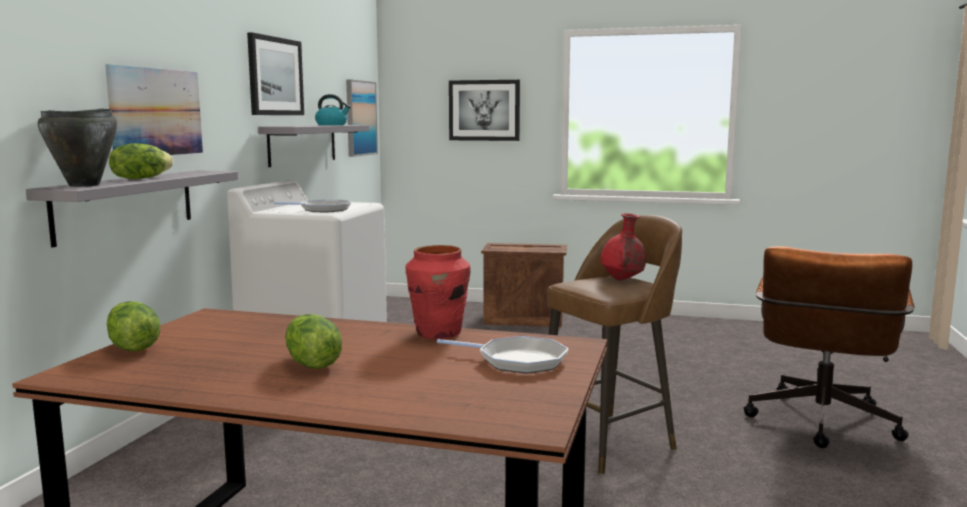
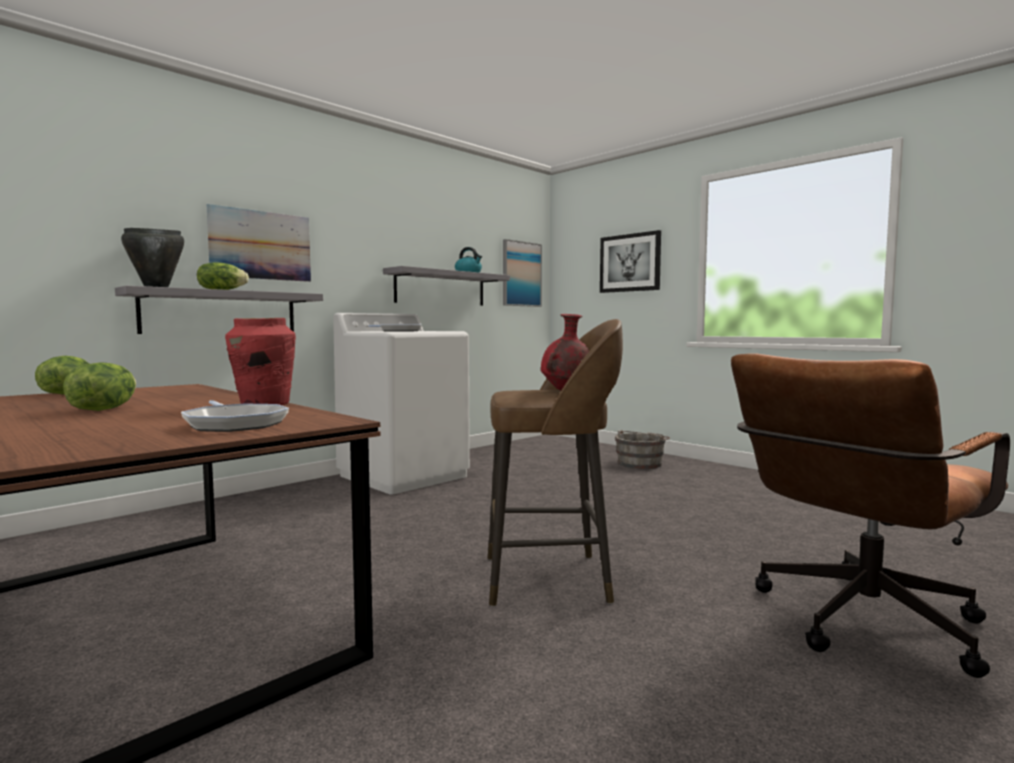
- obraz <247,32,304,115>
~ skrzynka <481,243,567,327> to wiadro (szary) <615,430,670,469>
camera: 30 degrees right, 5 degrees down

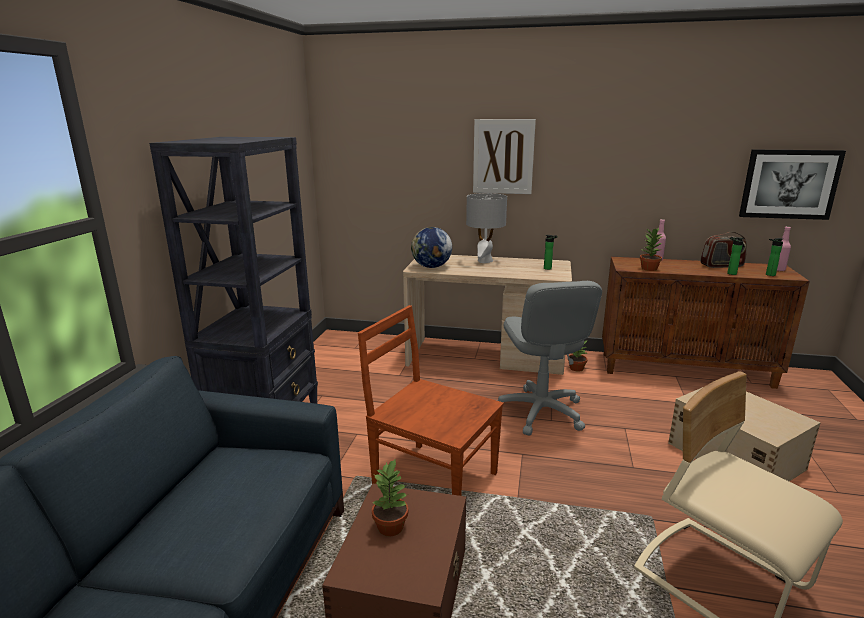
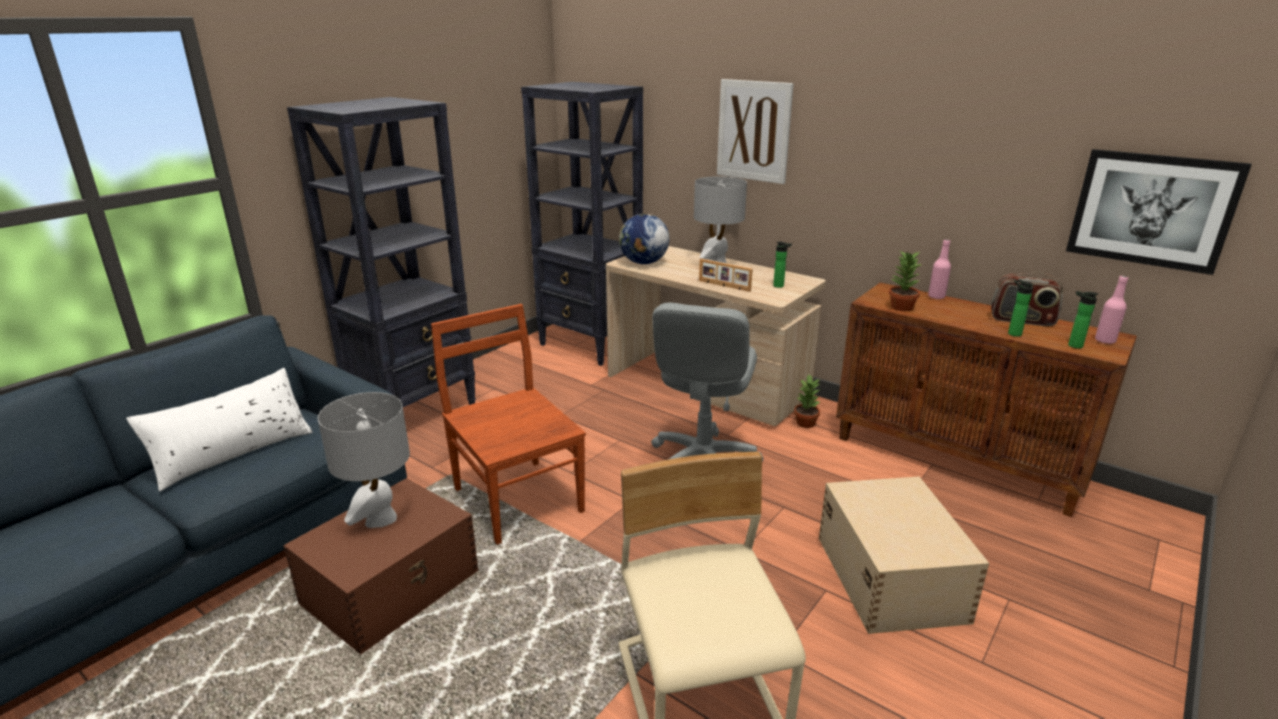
~ roślina doniczkowa <372,458,408,536> to lampa stołowa (szary) <318,392,410,528>
+ poduszka (biały) <126,368,313,492>
+ regał (czarny) <521,82,643,366>
+ ramka na zdjęcie <699,259,753,292>
camera: 25 degrees right, 5 degrees up

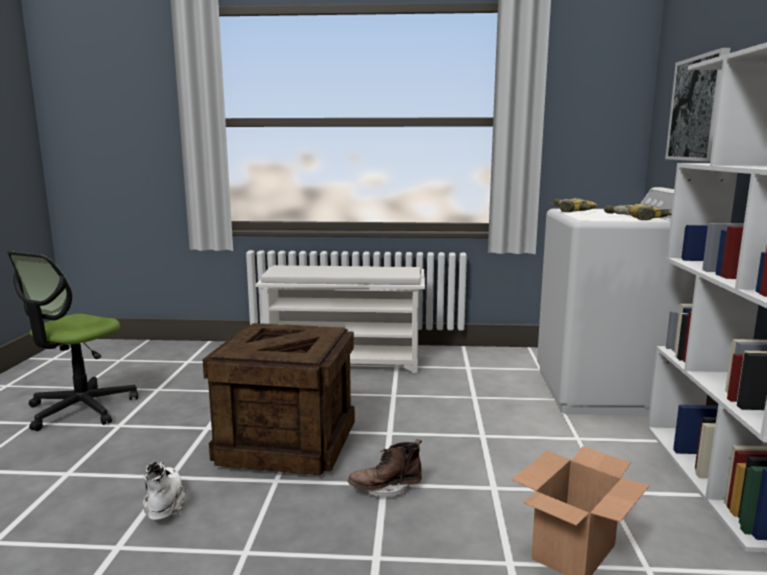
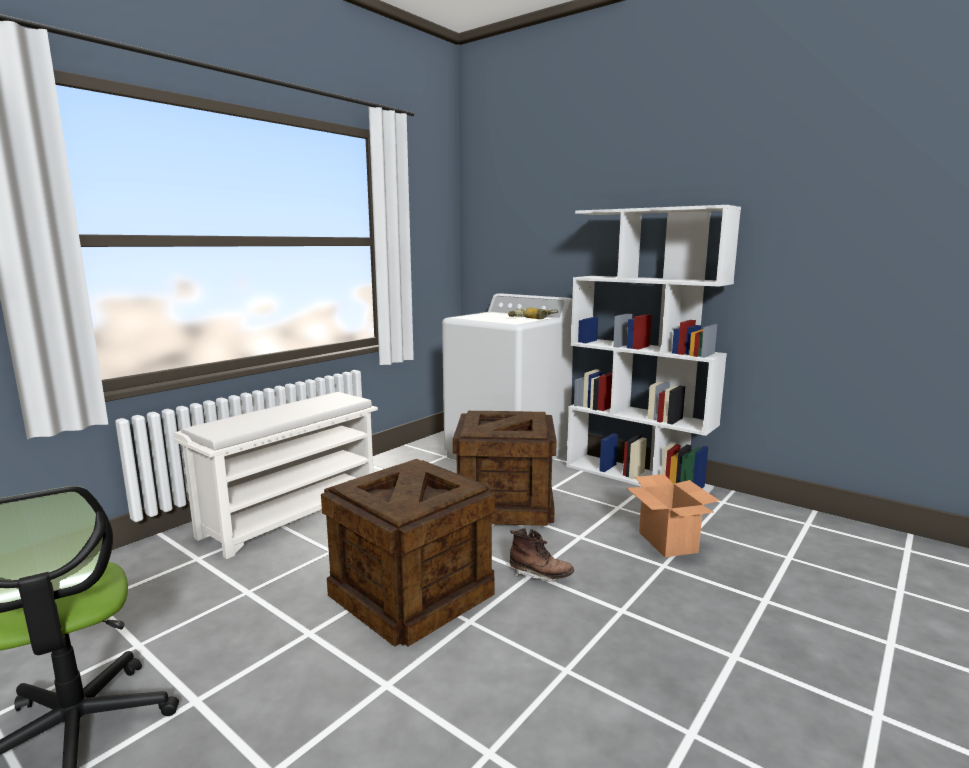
- but z cholewką (biały) <143,462,186,520>
~ but z cholewką (brązowy) <348,439,422,497> = <510,528,574,582> 90 degrees counterclockwise
- wiertarka <547,198,597,212>
- obraz <665,48,731,162>
+ skrzynka <453,411,557,526>
camera: 55 degrees left, 0 degrees up

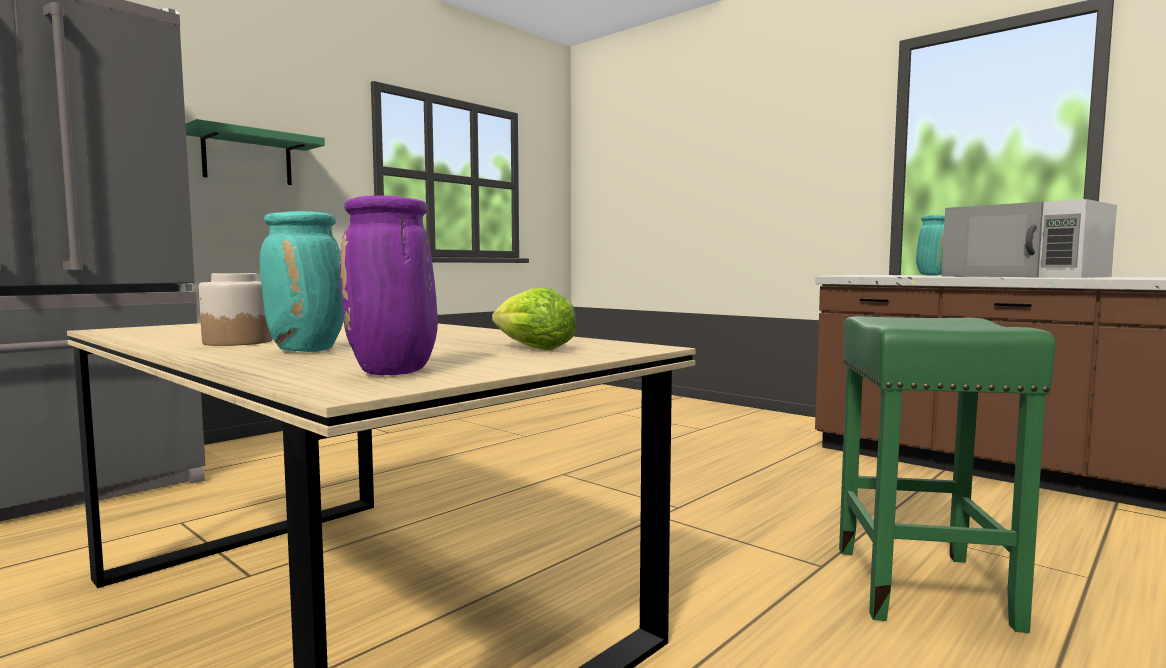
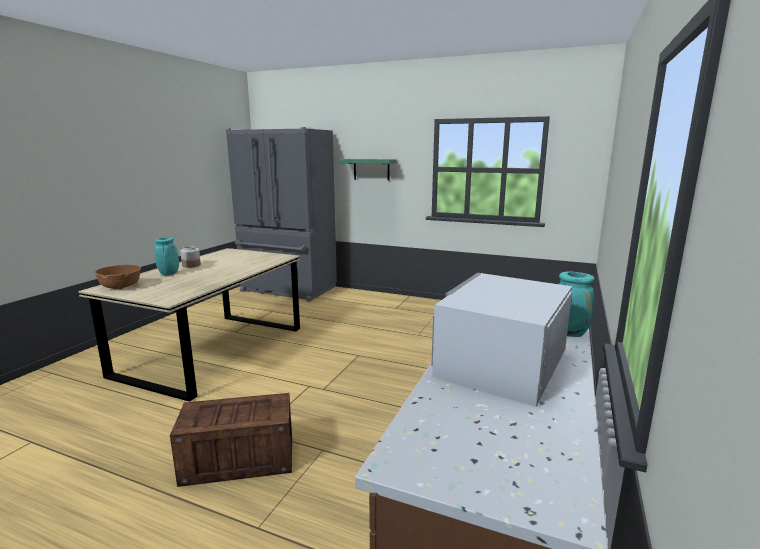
~ wazon (fioletowy) <340,195,438,375> to miska (brązowy) <94,265,141,290>
- sałata <492,288,576,350>
~ stołek (zielony) <839,316,1056,633> to skrzynka <170,393,292,487>
camera: 70 degrees right, 10 degrees up

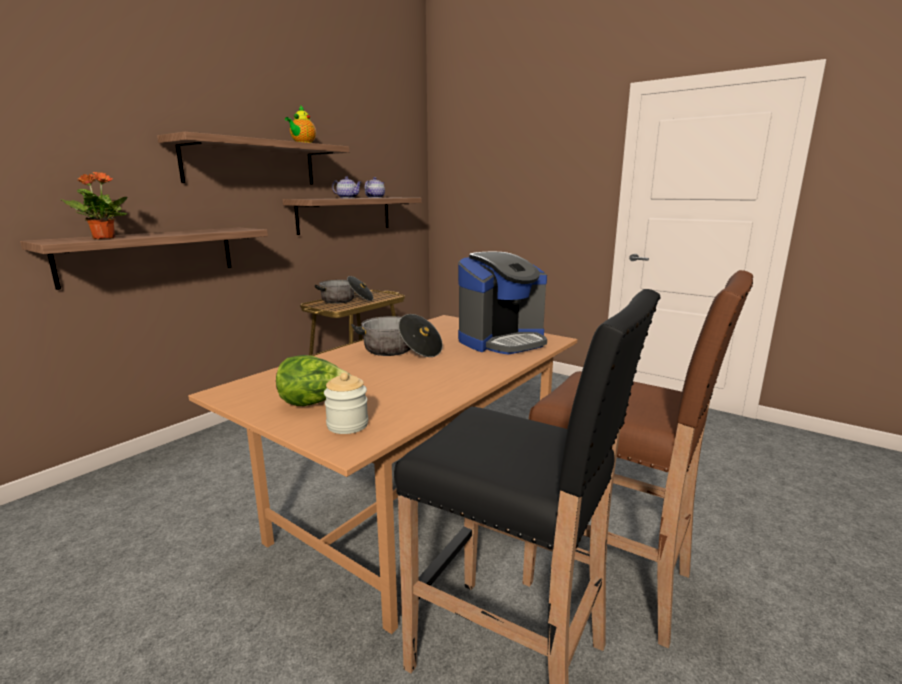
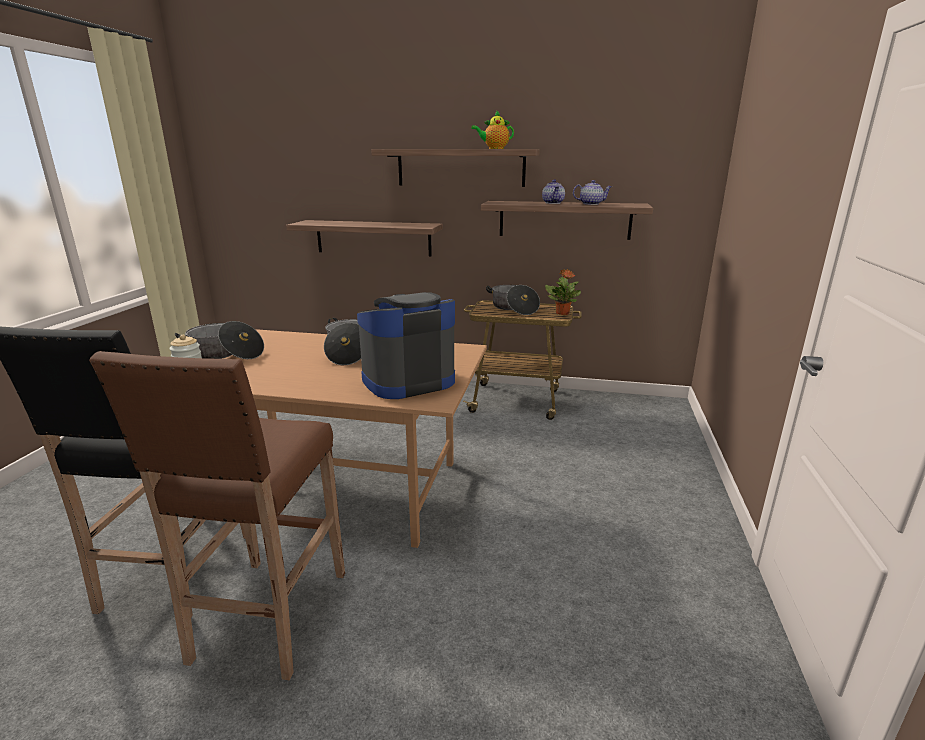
~ roślina doniczkowa <61,172,127,239> to <545,269,581,315>
~ sałata <276,355,351,406> to garnek <175,321,264,359>
~ ekspres do kawy <458,252,547,355> = <357,292,455,399> 120 degrees clockwise
camera: 65 degrees right, 5 degrees up

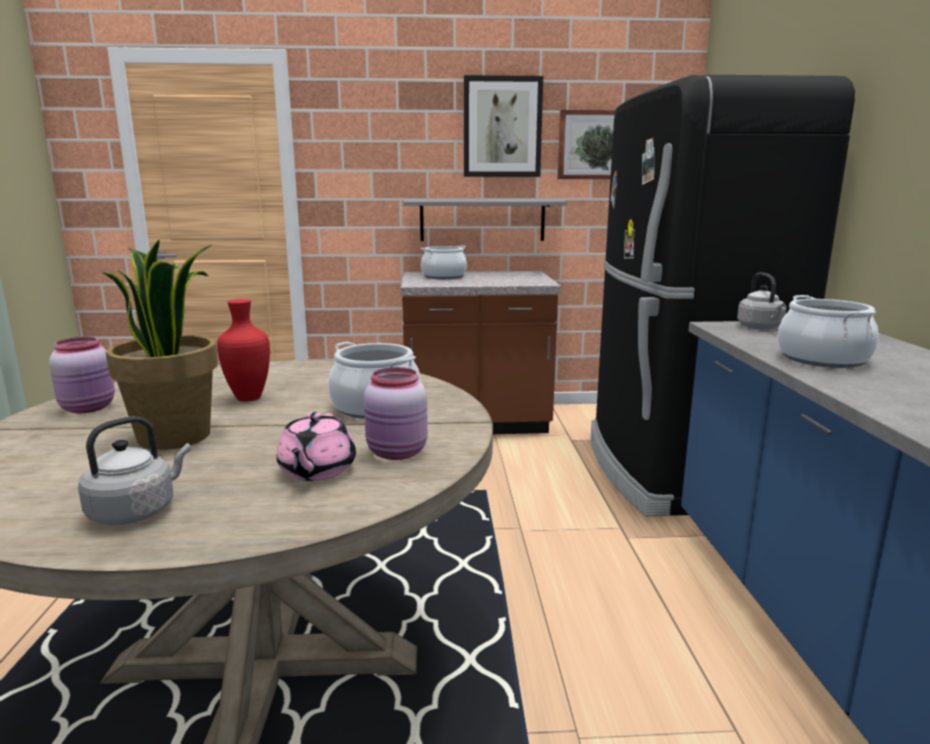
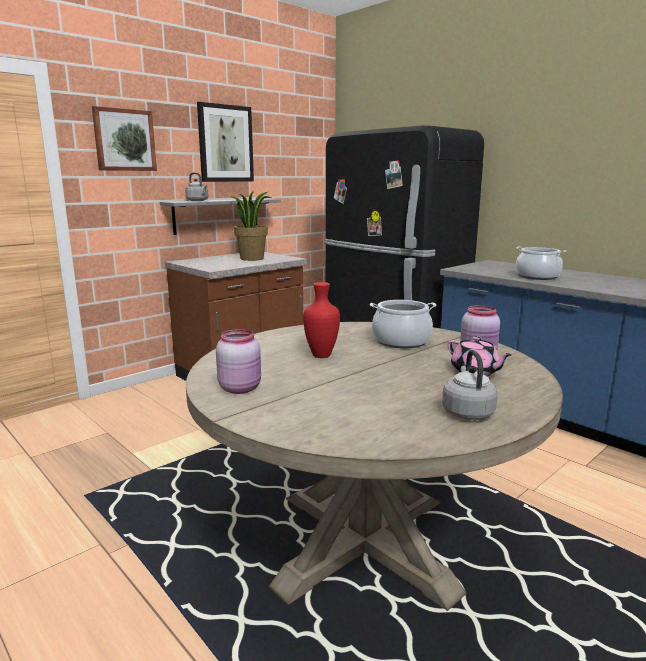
~ roślina doniczkowa <103,240,218,450> to <230,190,271,261>
- garnek <420,245,467,279>
~ obraz <558,110,615,179> to <92,106,157,171>
~ czajnik (szary) <737,272,786,329> to <185,172,208,201>
camera: 40 degrees left, 0 degrees up

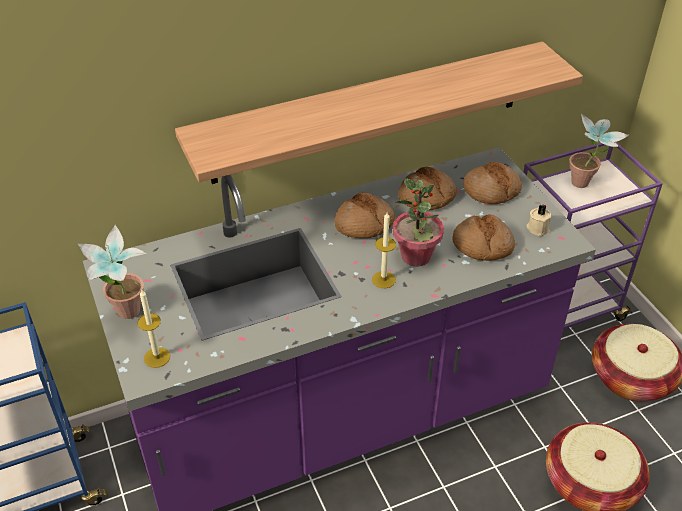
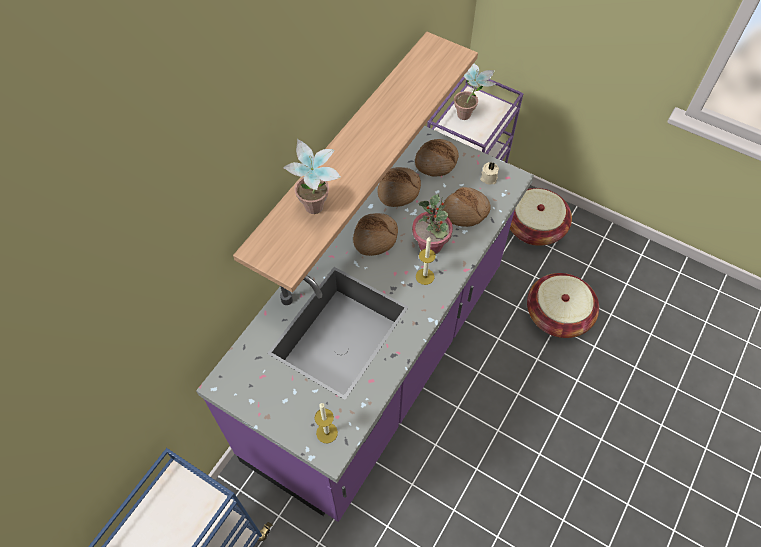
~ roślina doniczkowa <78,225,146,319> to <283,139,341,214>
camera: 35 degrees left, 15 degrees up

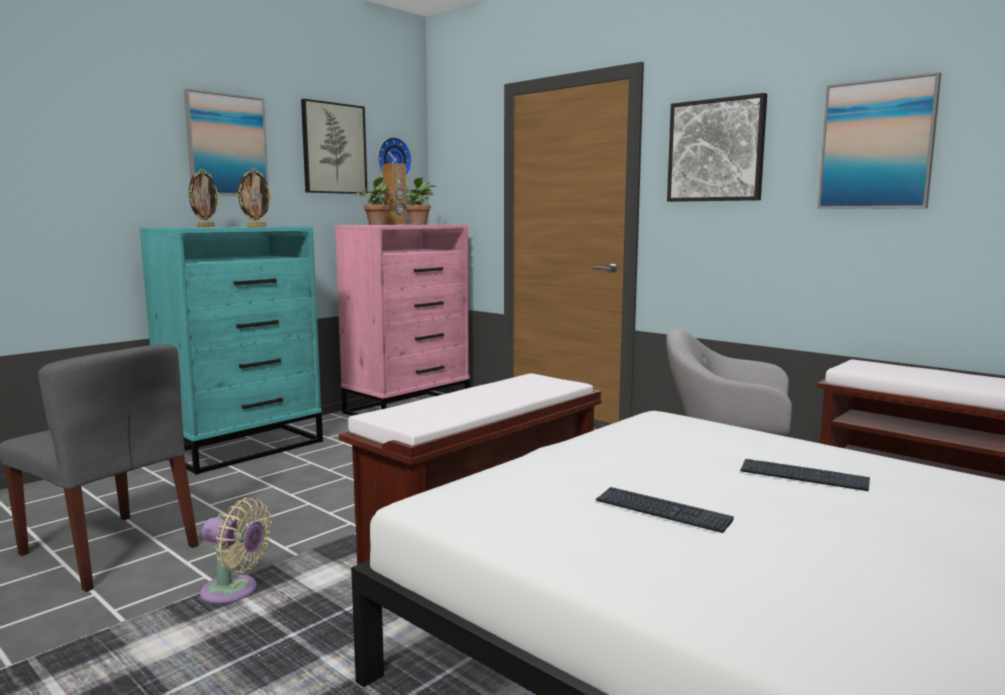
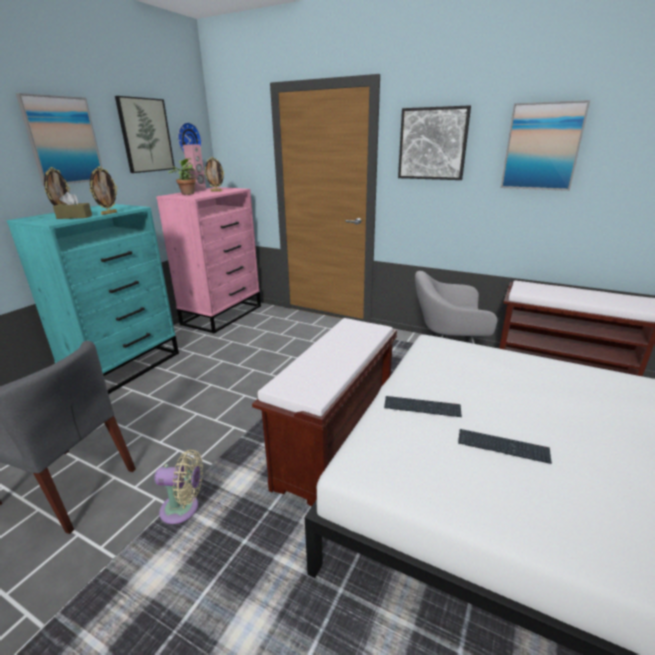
~ głośnik (brązowy) <383,163,407,225> to głośnik (różowy) <183,144,206,192>
~ roślina doniczkowa <397,177,436,225> to ramka na zdjęcie <204,157,224,191>
~ klawiatura <740,459,870,491> to <384,396,462,417>
+ pudełko chusteczek (brązowy) <53,192,92,219>
camera: 15 degrees left, 15 degrees up

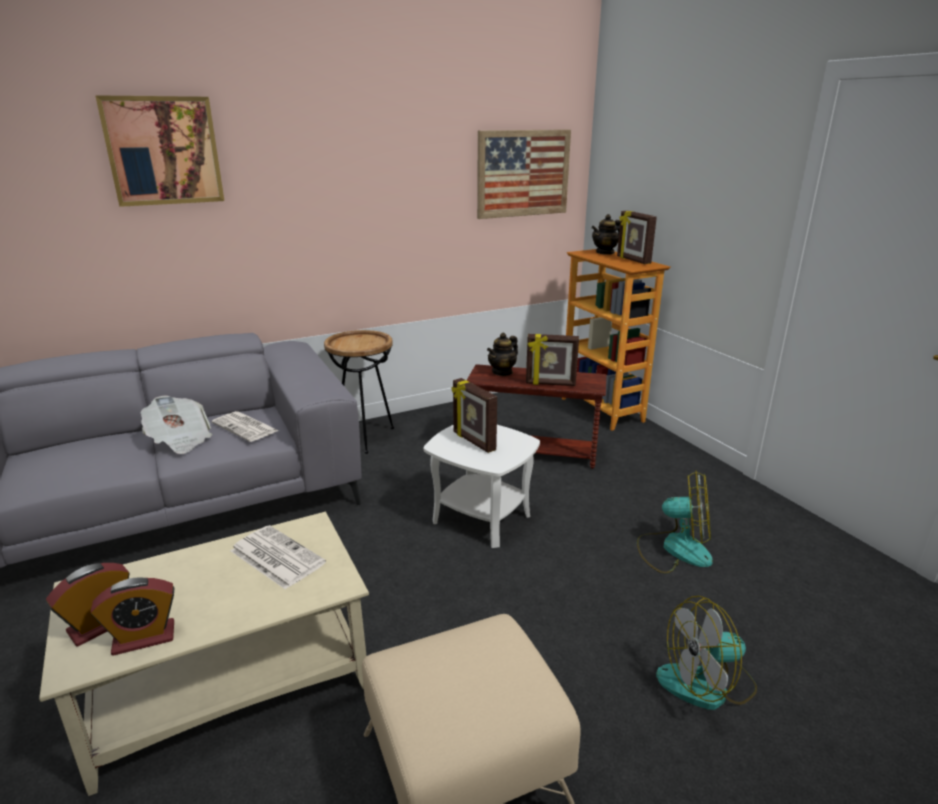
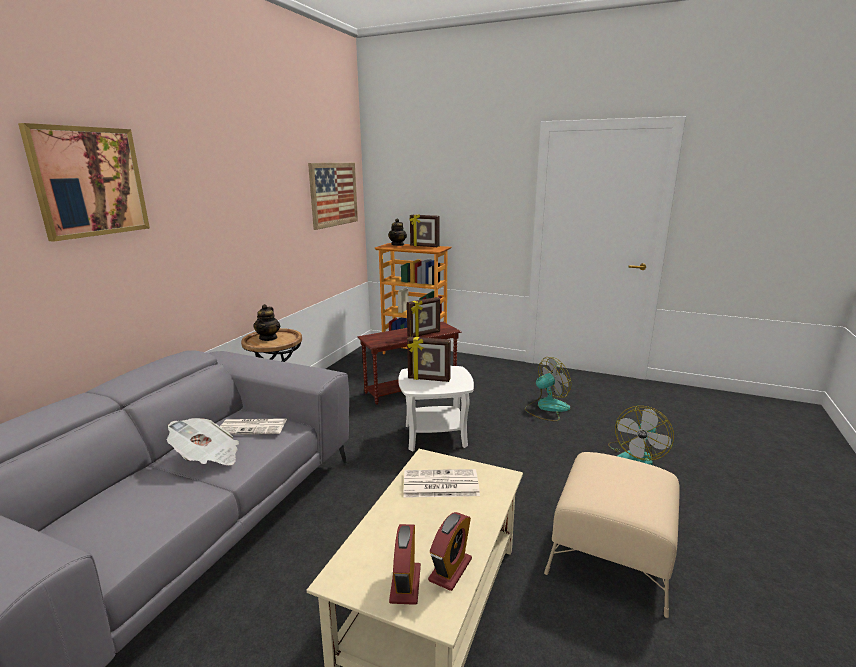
~ imbryk <487,332,518,376> to <253,304,280,341>
camera: 40 degrees left, 5 degrees down

